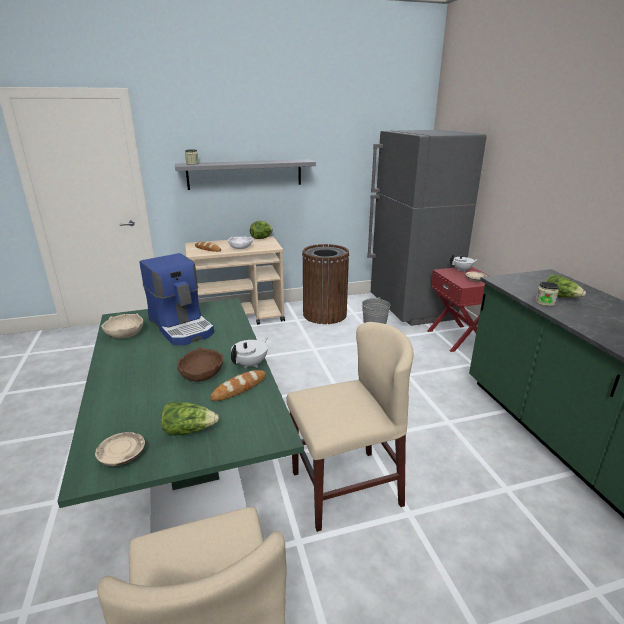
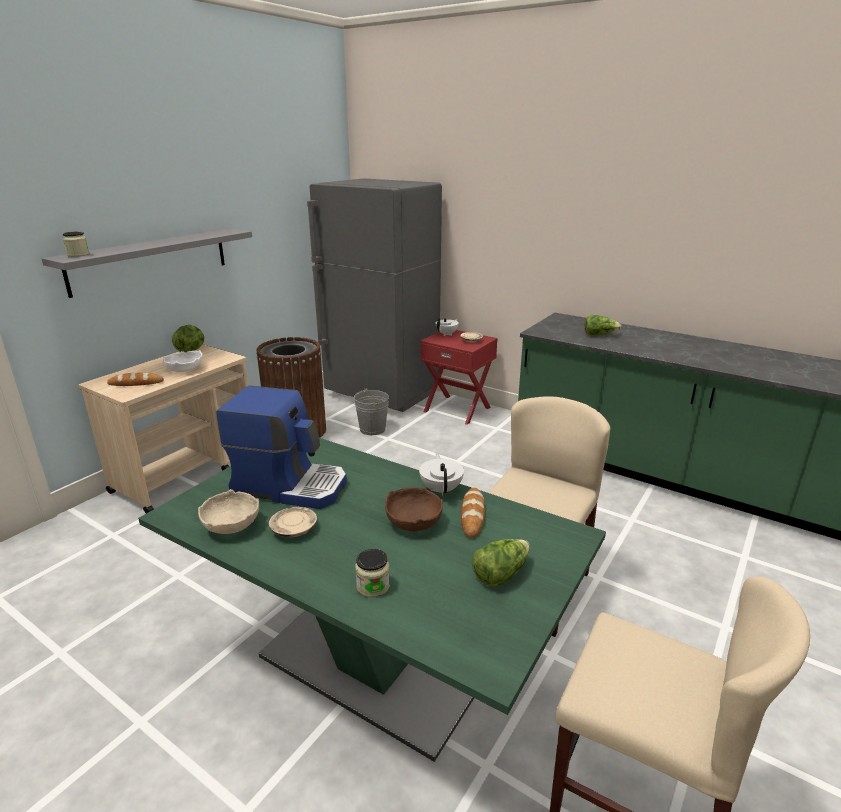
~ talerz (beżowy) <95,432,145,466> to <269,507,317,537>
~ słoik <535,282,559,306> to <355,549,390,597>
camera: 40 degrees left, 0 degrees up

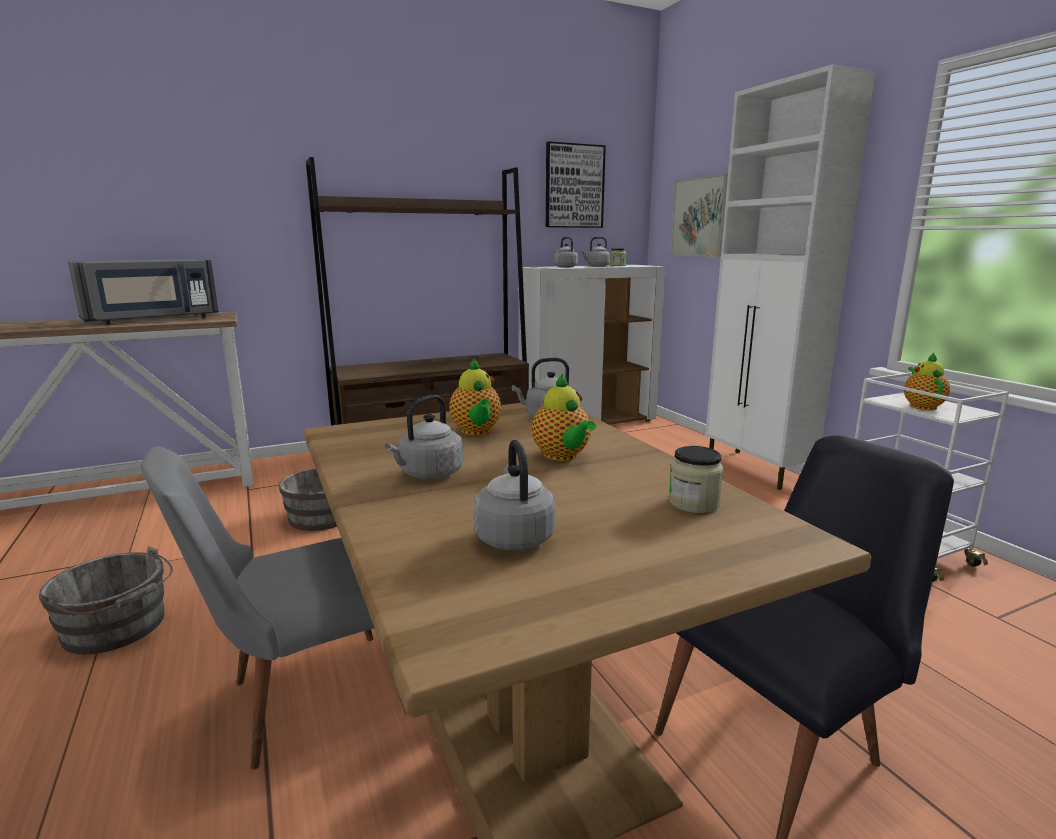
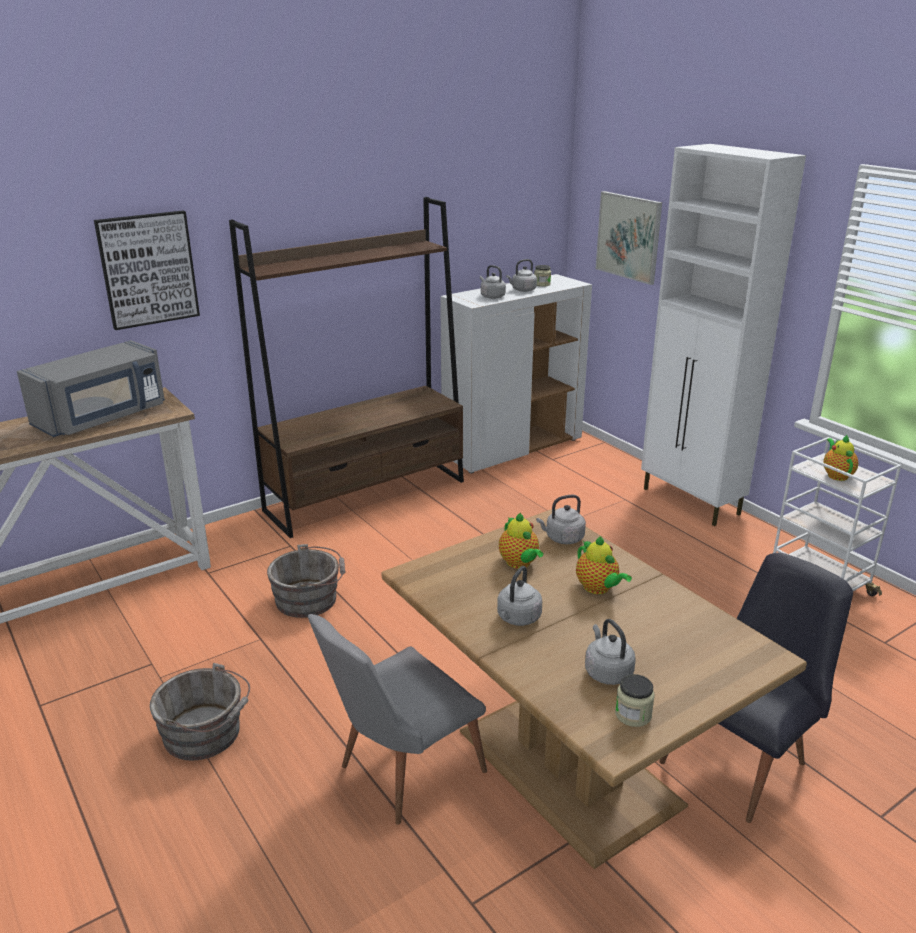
~ obraz <546,141,606,228> to <94,211,200,330>
~ słoik <669,446,723,513> to <615,674,655,727>
camera: 10 degrees left, 10 degrees up

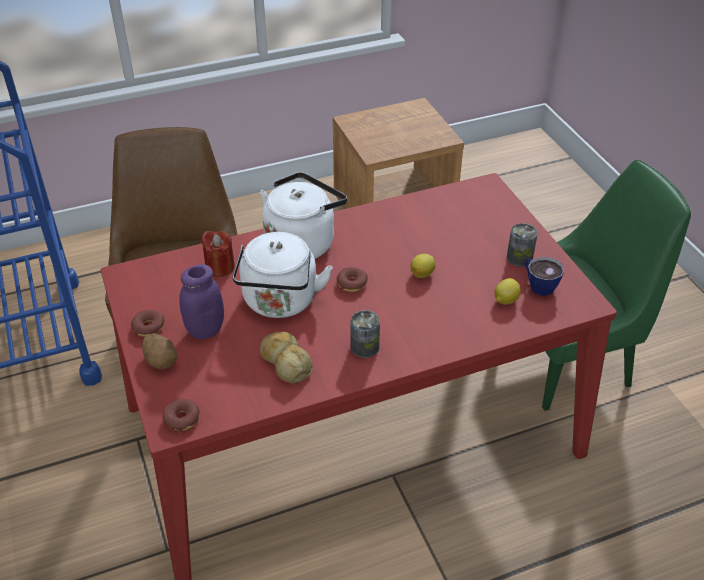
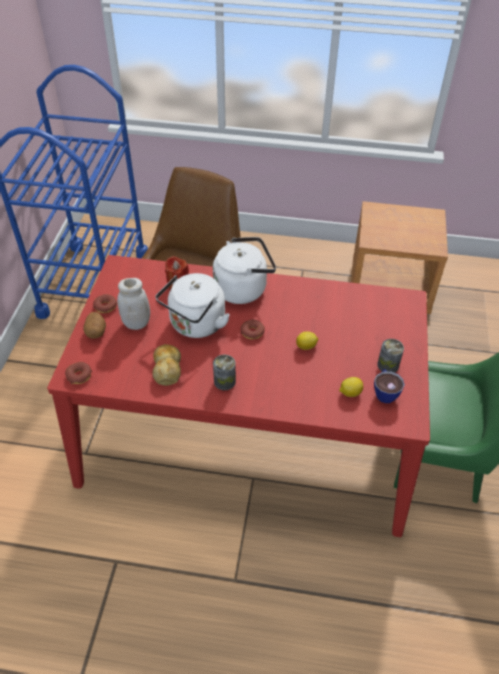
~ słoik (fioletowy) <179,264,224,339> to słoik (biały) <117,278,150,330>
camera: 30 degrees right, 5 degrees up

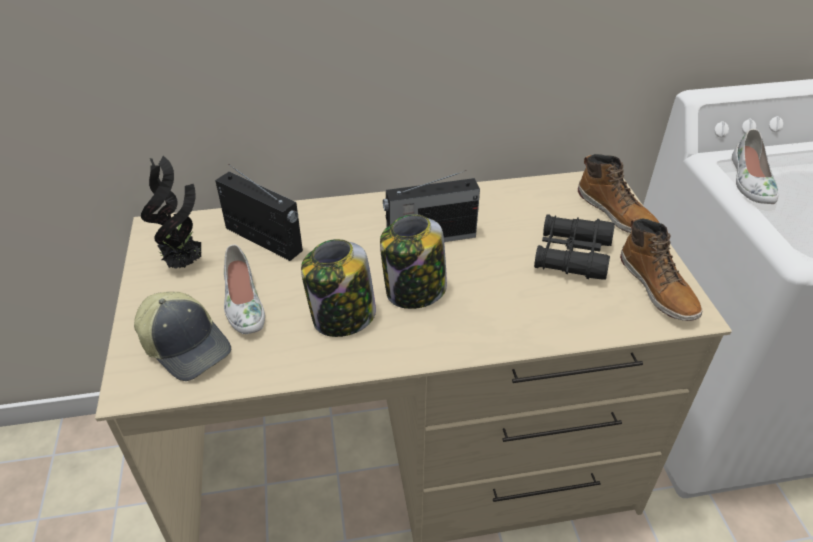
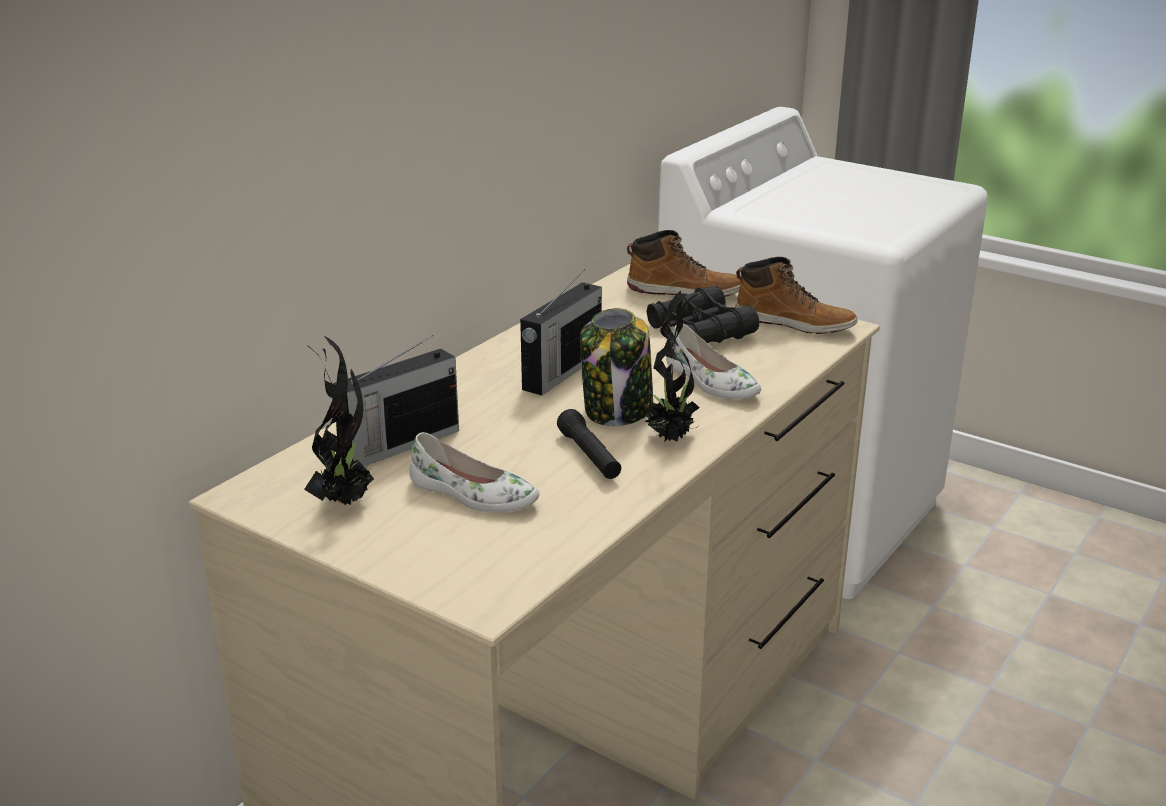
- czapka z daszkiem <134,292,231,381>
~ radio <215,164,303,261> = <332,335,459,466> 150 degrees clockwise
~ słoik <301,239,376,337> to latarka (czarny) <557,409,621,479>
~ but (biały) <732,129,778,204> to <666,324,761,399>
+ roślina doniczkowa <644,291,700,442>
camera: 45 degrees left, 15 degrees down

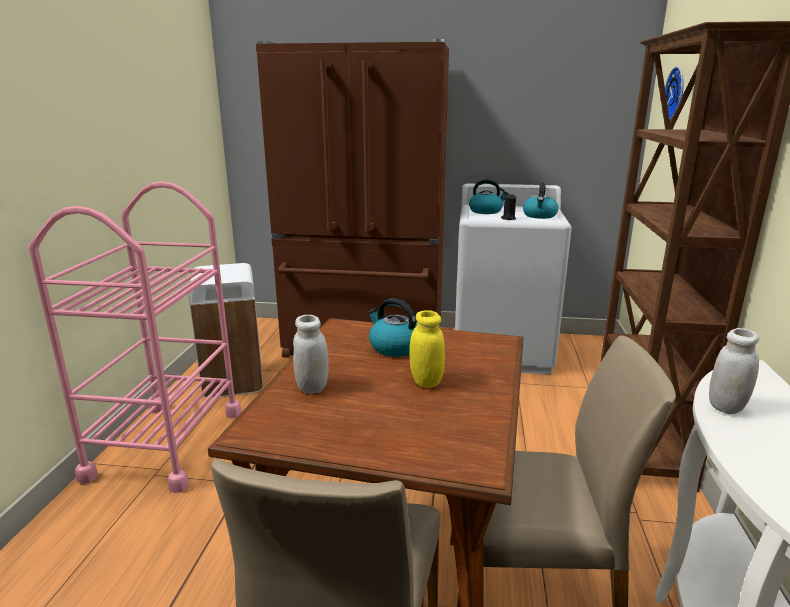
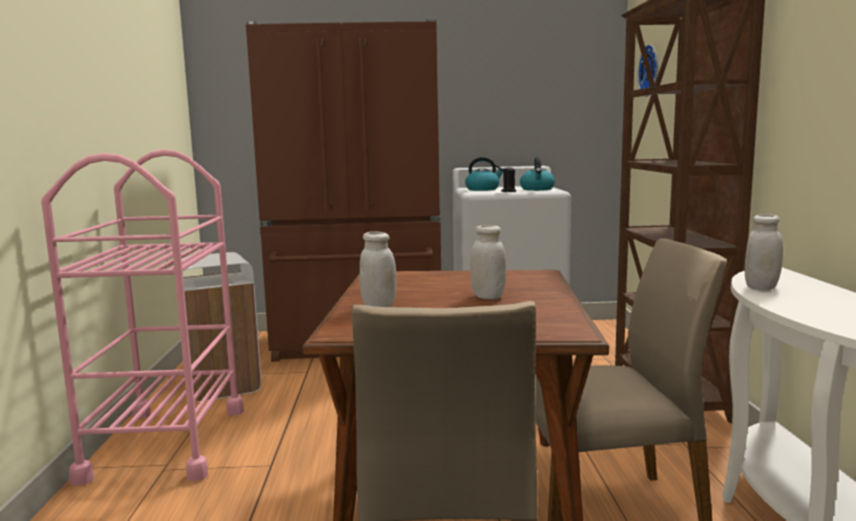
- czajnik <368,298,417,357>
~ słoik (żółty) <409,310,445,388> to słoik (biały) <470,225,506,299>
camera: 10 degrees left, 10 degrees down

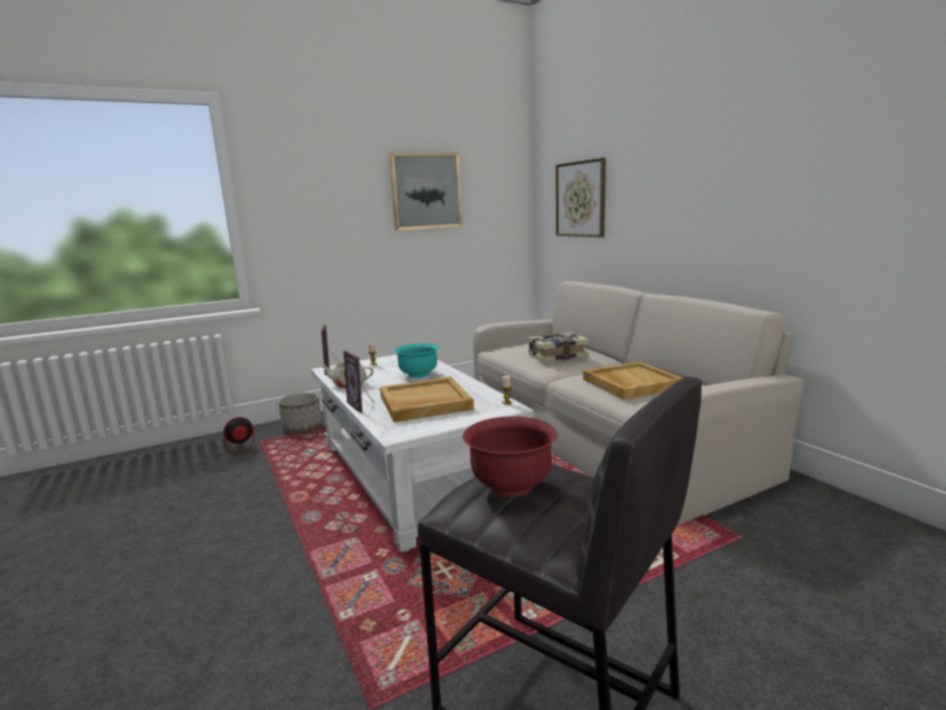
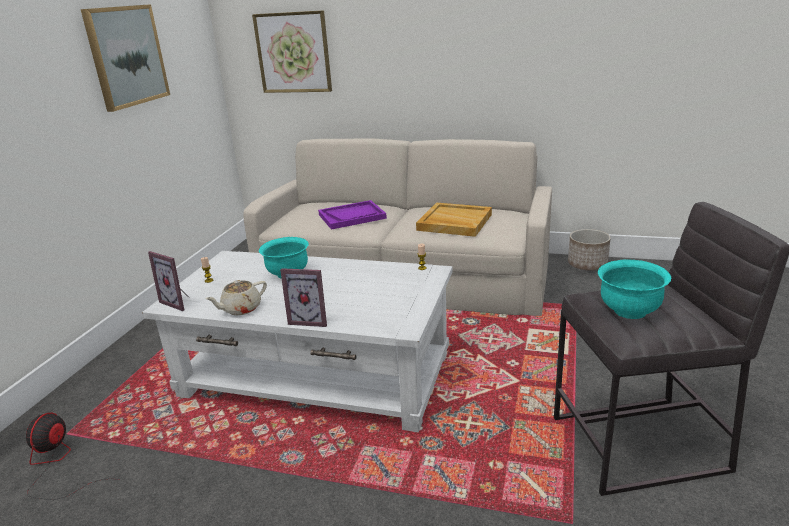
~ donica <278,392,322,433> to <568,229,611,271>
- taca (beżowy) <380,377,474,422>
~ miska (czerwony) <462,416,557,497> to miska (turkusowy) <598,259,671,319>
~ książka <528,332,589,363> to taca (fioletowy) <318,200,387,230>
camera: 45 degrees left, 10 degrees up

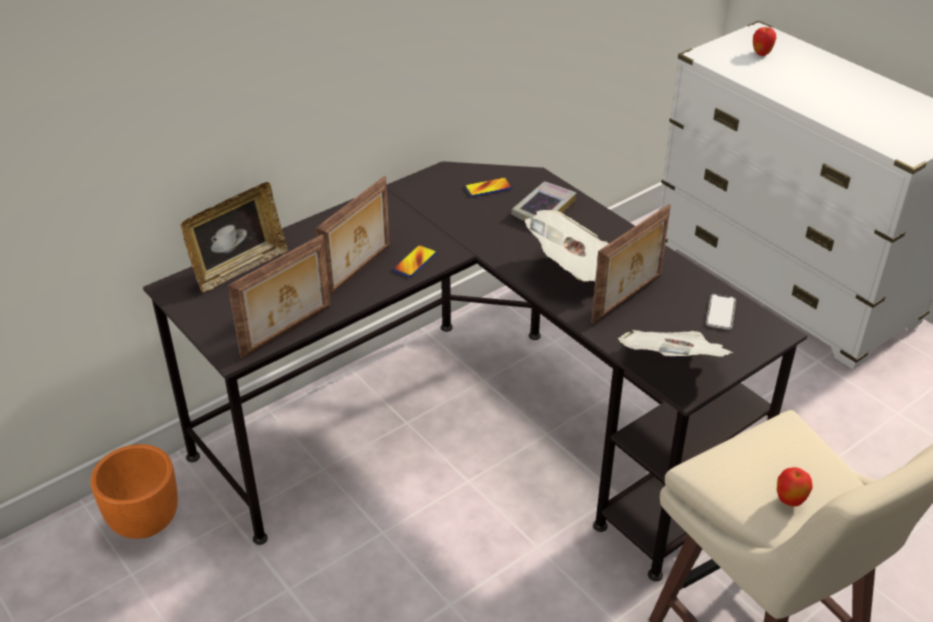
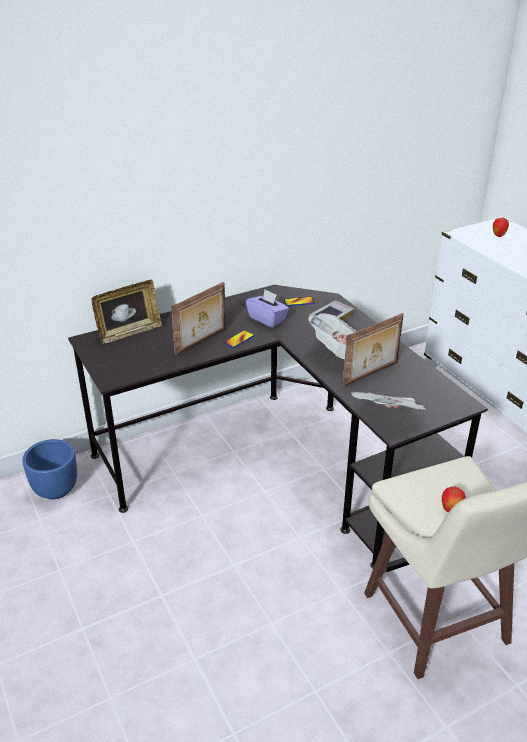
~ donica (pomarańczowy) <90,444,178,539> to donica (niebieski) <22,439,77,499>
- ramka na zdjęcie <228,234,331,359>
- telefon <706,294,736,330>
+ pudełko chusteczek (fioletowy) <246,289,289,328>
camera: 10 degrees right, 5 degrees down

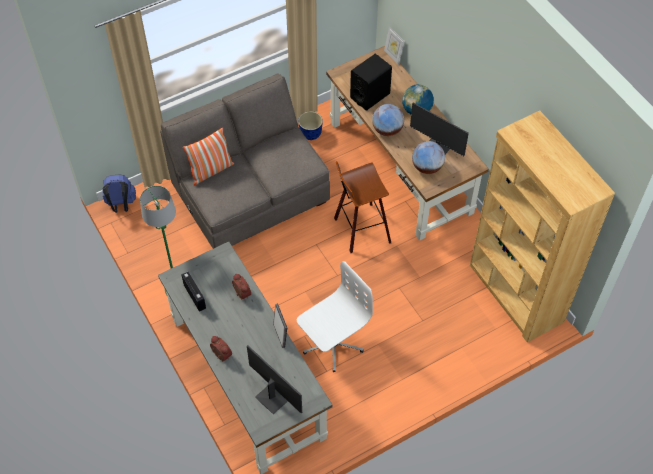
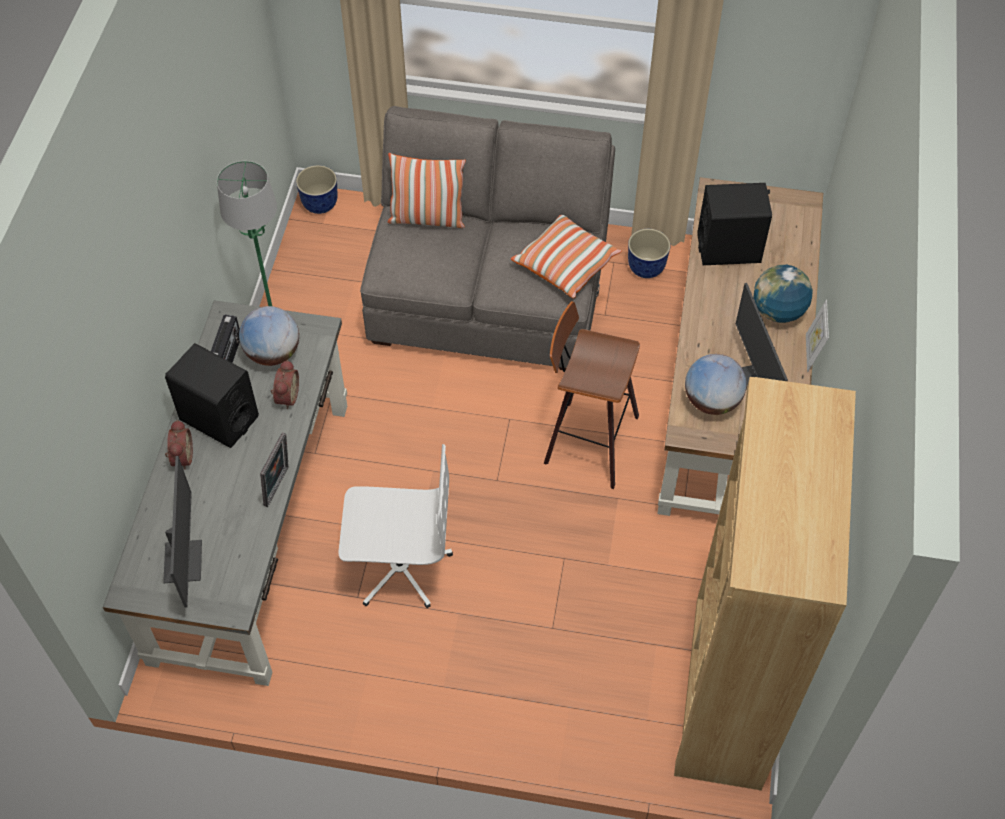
~ plecak (niebieski) <103,175,136,213> to donica <296,165,338,214>
~ globus <372,104,404,136> to <239,306,299,366>
~ ramka na zdjęcie <384,27,405,65> to <806,299,829,372>
+ głośnik (czarny) <165,343,259,448>
+ poduszka <511,215,622,299>
camera: 40 degrees right, 0 degrees up

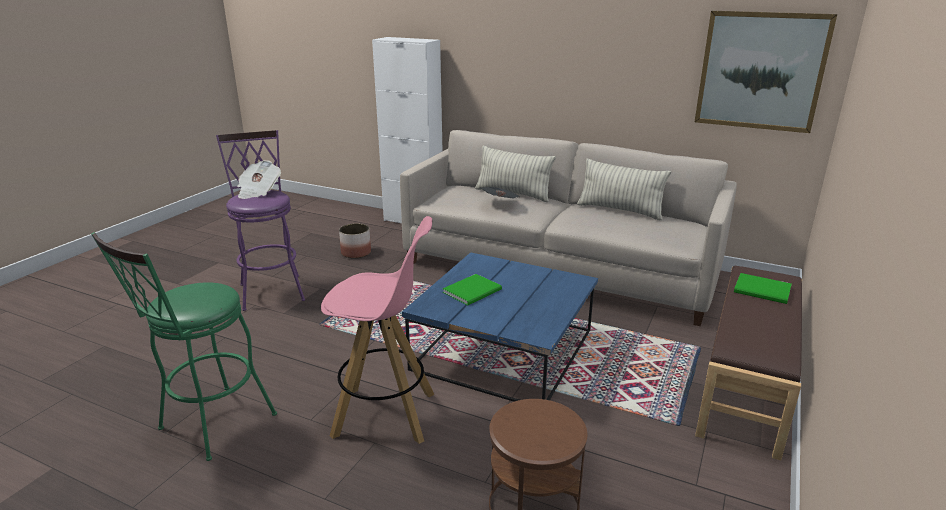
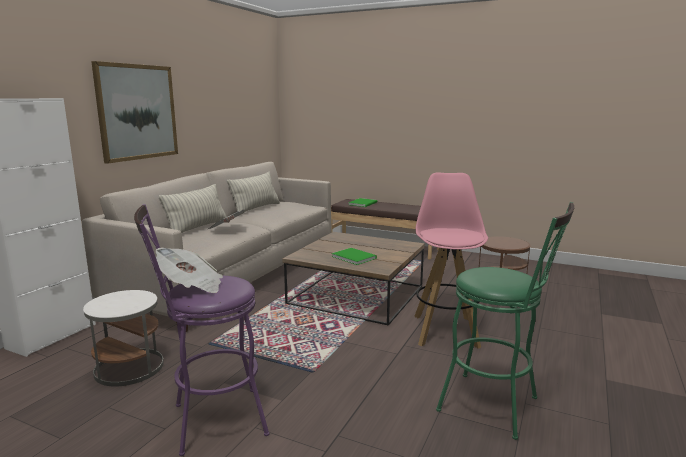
~ donica <339,223,371,258> to stolik (biały) <83,290,164,387>
~ ława (niebieski) <402,252,598,402> to ława (brązowy) <282,232,425,325>
~ obraz <695,11,837,133> to <91,61,178,164>
camera: 90 degrees left, 10 degrees down

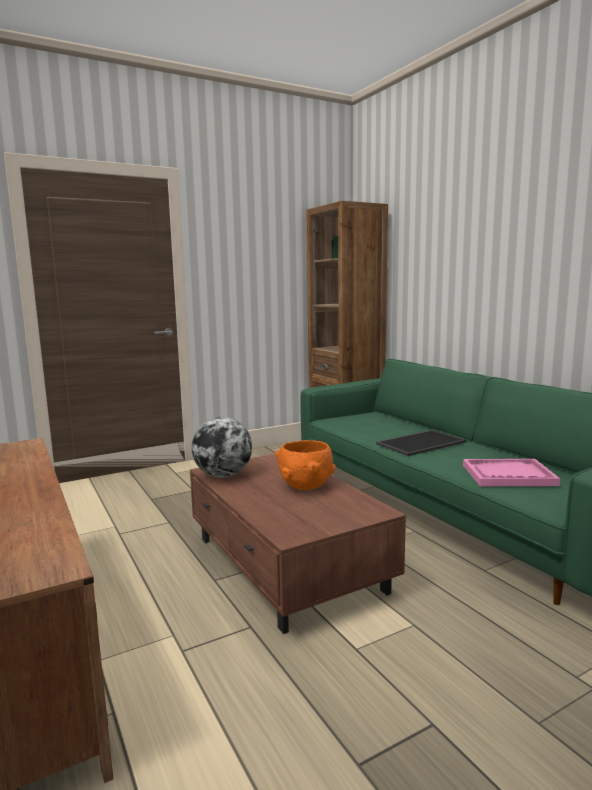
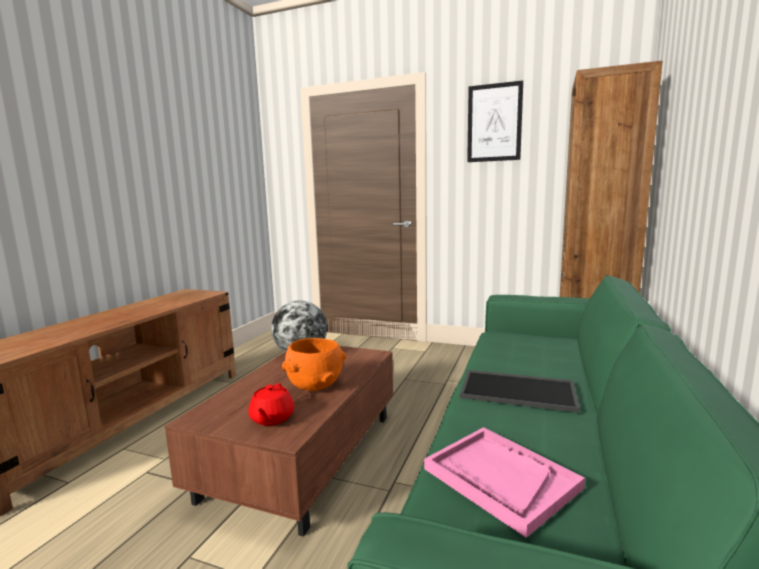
+ imbryk (czerwony) <248,383,294,426>
+ obraz <467,81,523,162>
camera: 50 degrees right, 0 degrees up

